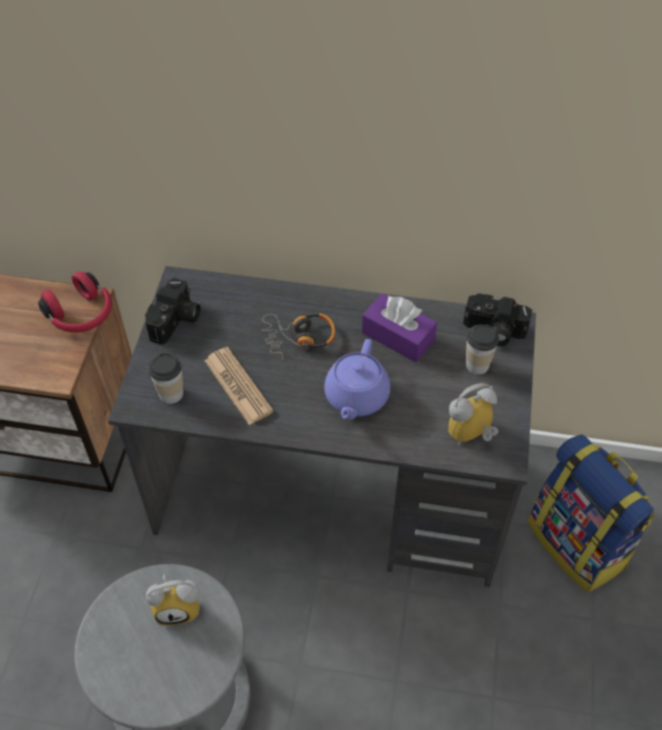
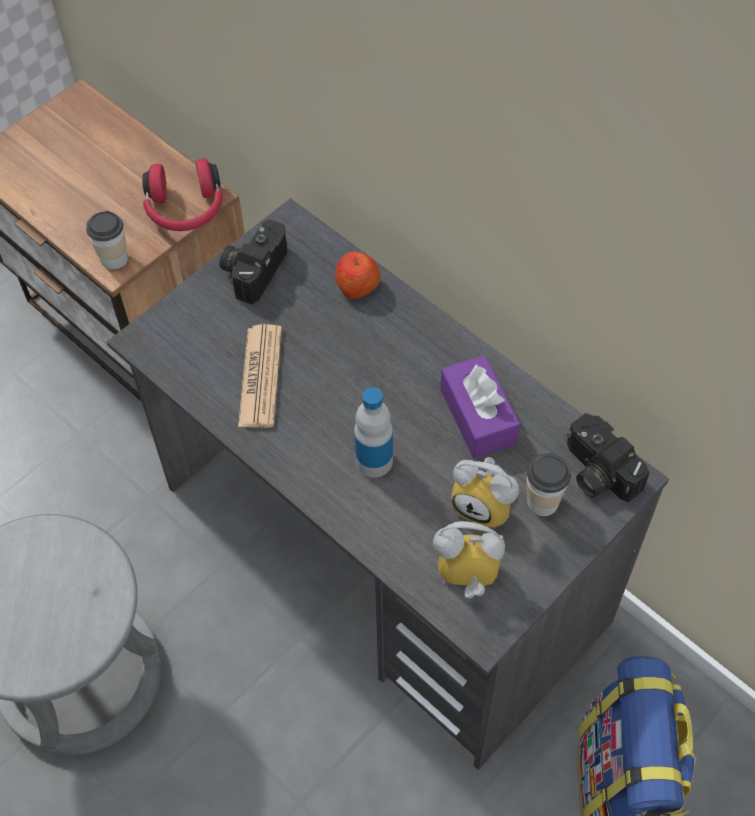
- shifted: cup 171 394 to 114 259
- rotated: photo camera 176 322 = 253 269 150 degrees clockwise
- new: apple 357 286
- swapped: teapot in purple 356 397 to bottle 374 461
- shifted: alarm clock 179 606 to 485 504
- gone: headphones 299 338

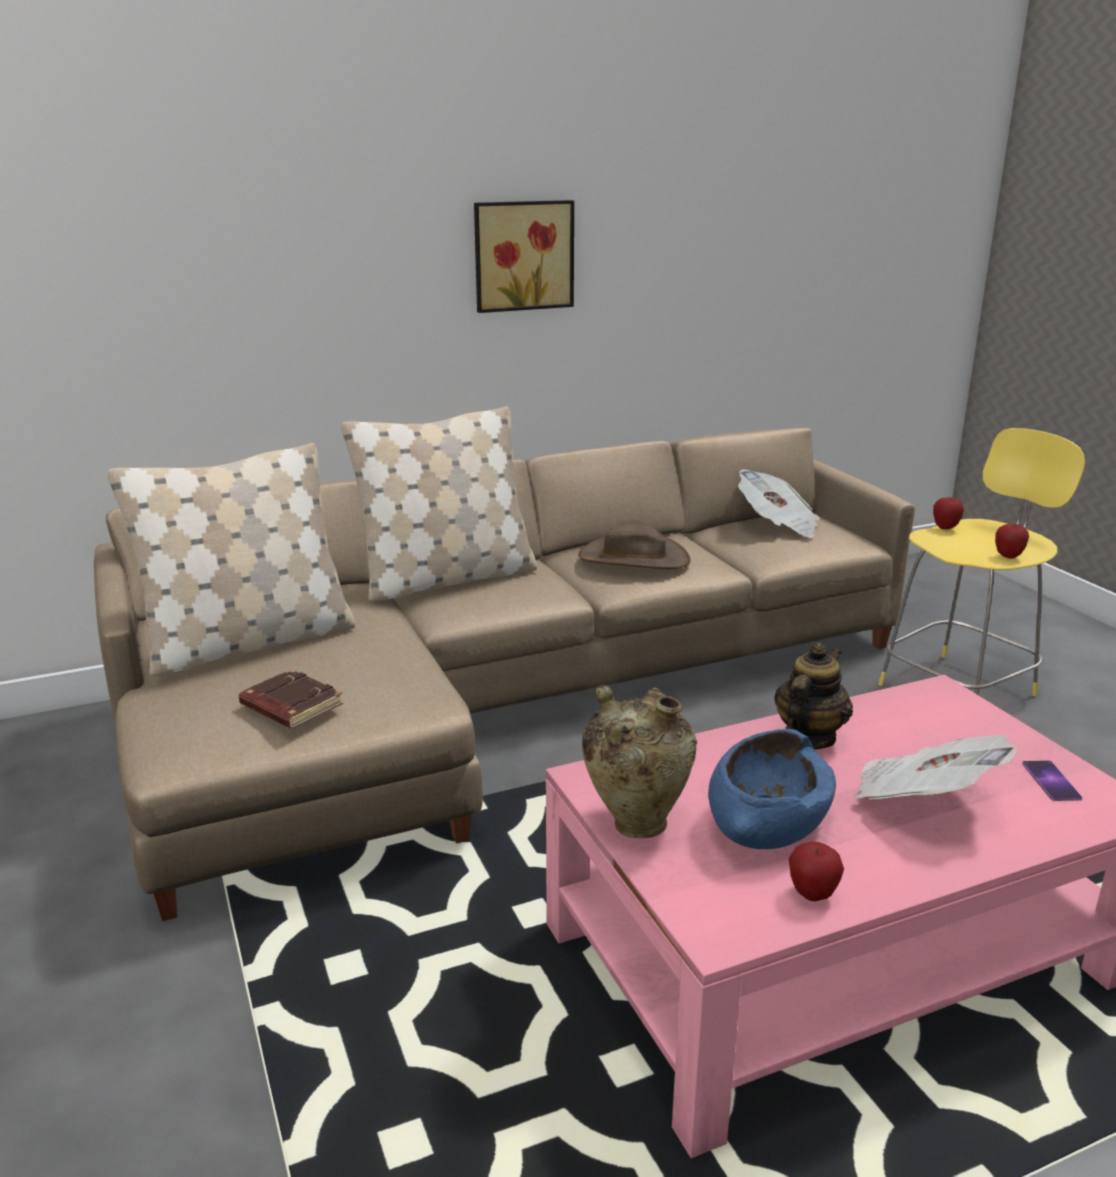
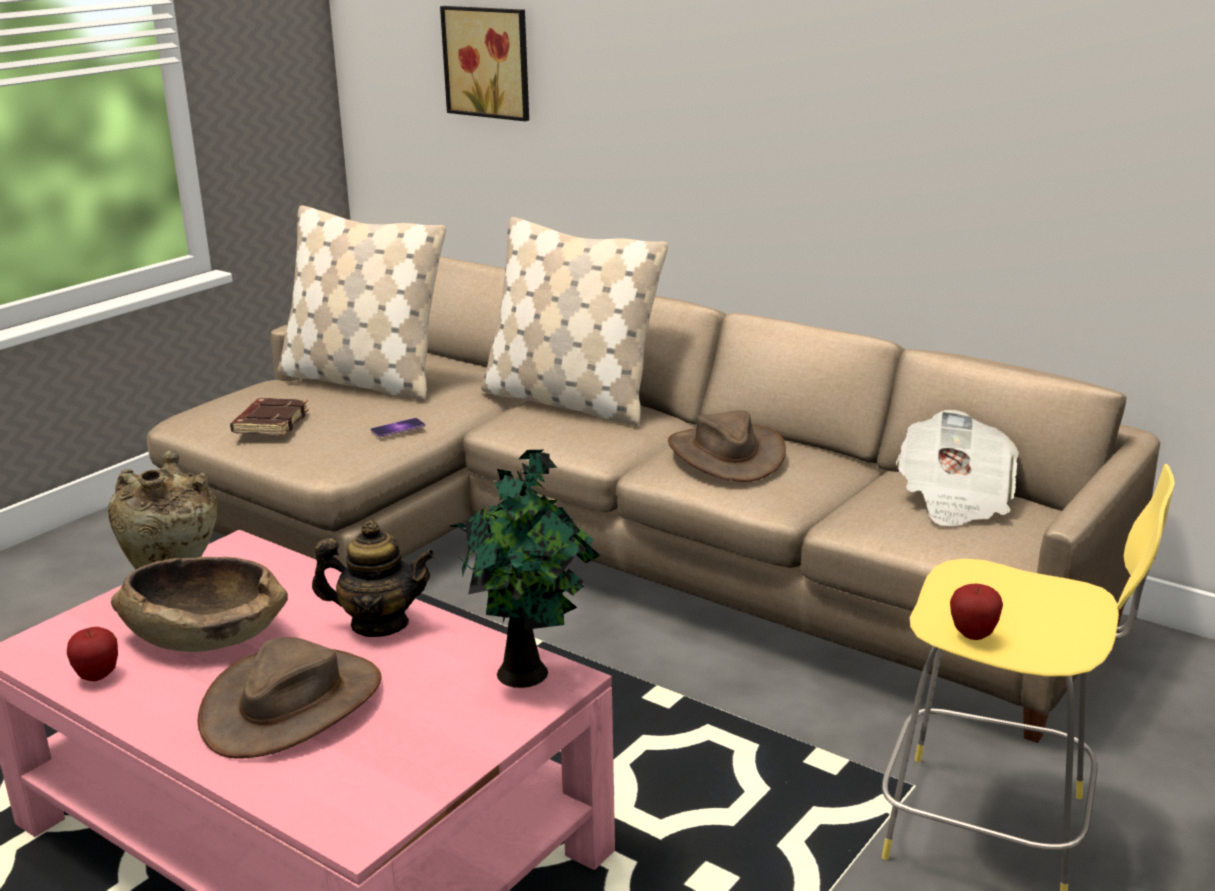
- repainted: bowl in blue 767 821 to bowl in brown 207 635
- swapped: newspaper 922 800 to hat in brown 292 704
- shifted: phone 1051 781 to 398 428
- shifted: picture 522 255 to 489 62
- new: potted plant 527 673
- gone: apple 945 528

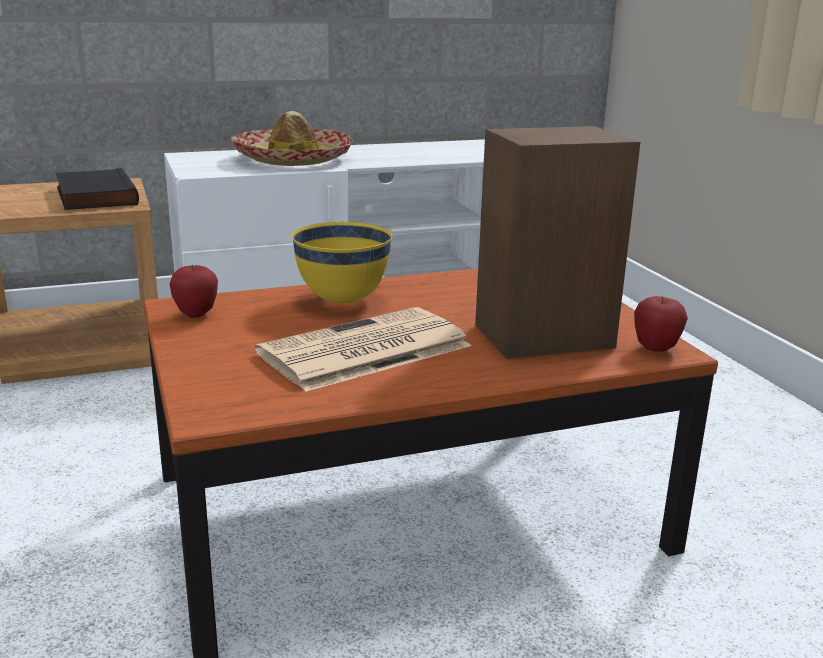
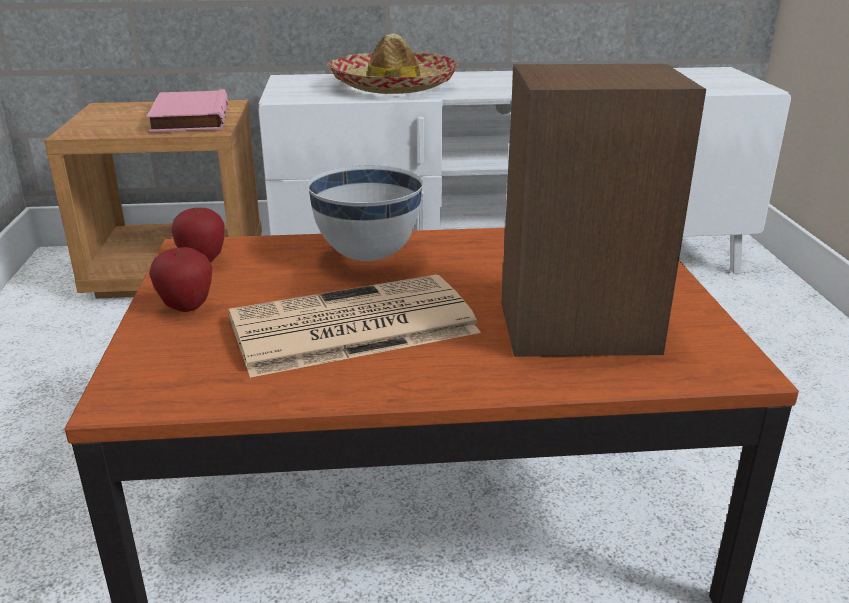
- repainted: book in black 93 196 to book in pink 188 118
- shifted: apple 655 349 to 187 308
- repainted: bowl in yellow 342 300 to bowl in white 367 256

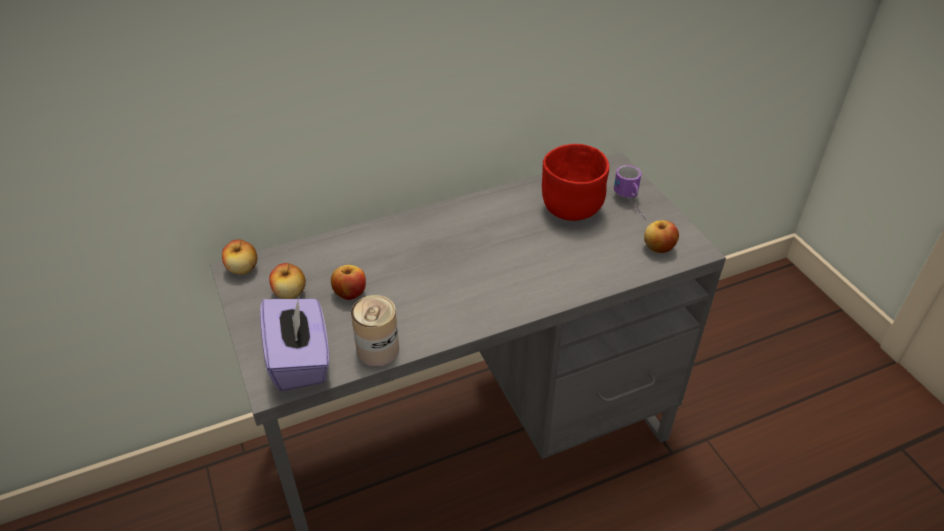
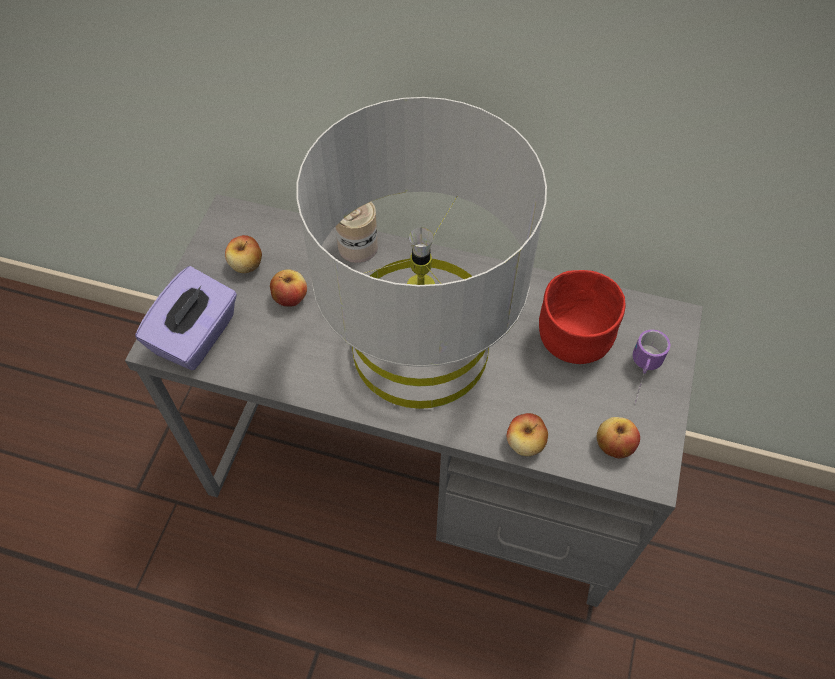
- new: table lamp in grey 420 347
- shifted: can 378 350 to 358 246
- shifted: apple 243 269 to 525 443

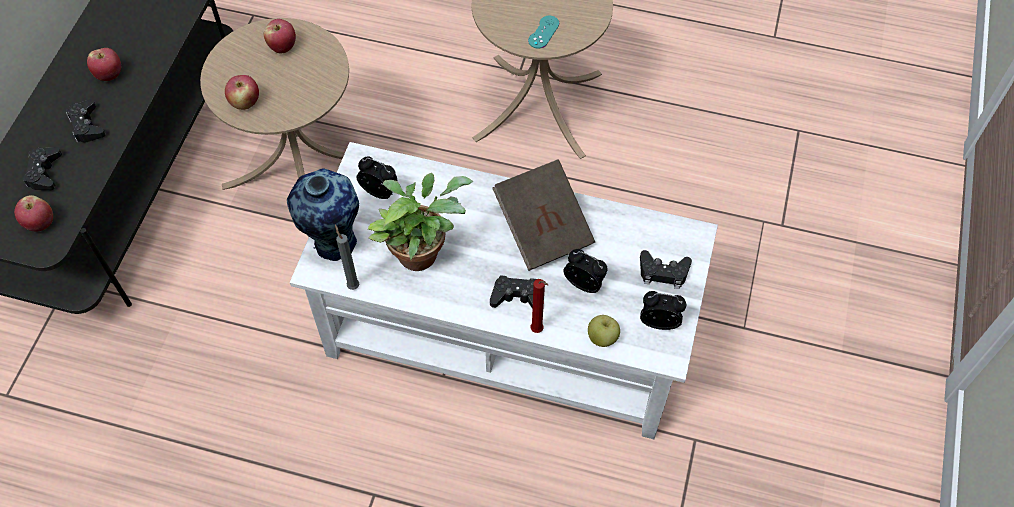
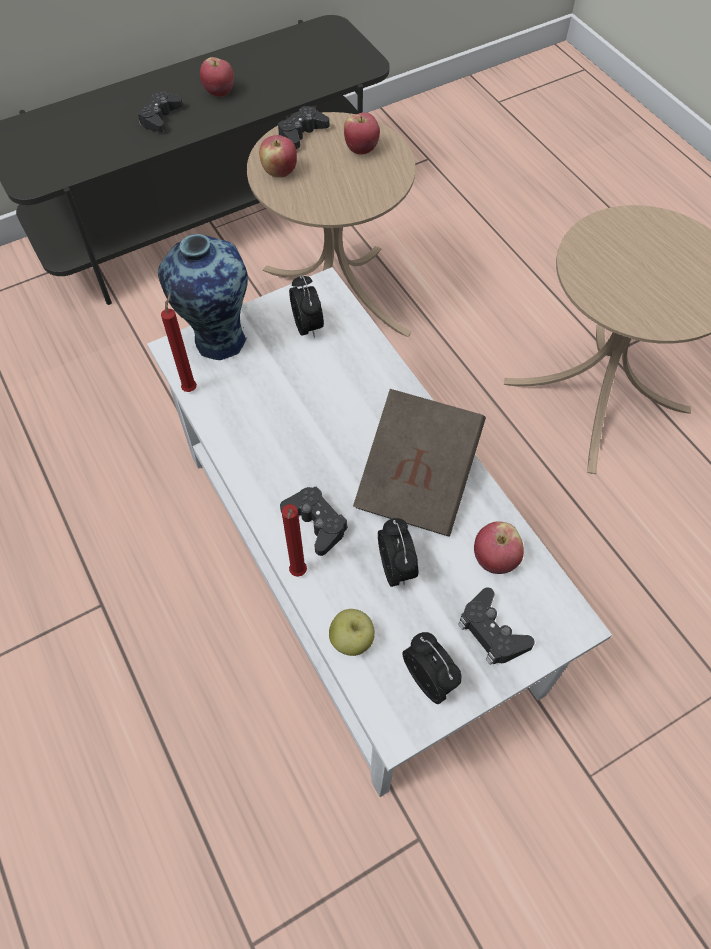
- repainted: candle in grey 352 285 to candle in red 191 387
- shifted: game controller in black 44 172 to 302 133
- shifted: apple 40 223 to 494 560
- gone: potted plant 421 251
- gone: game controller in turquoise 543 32

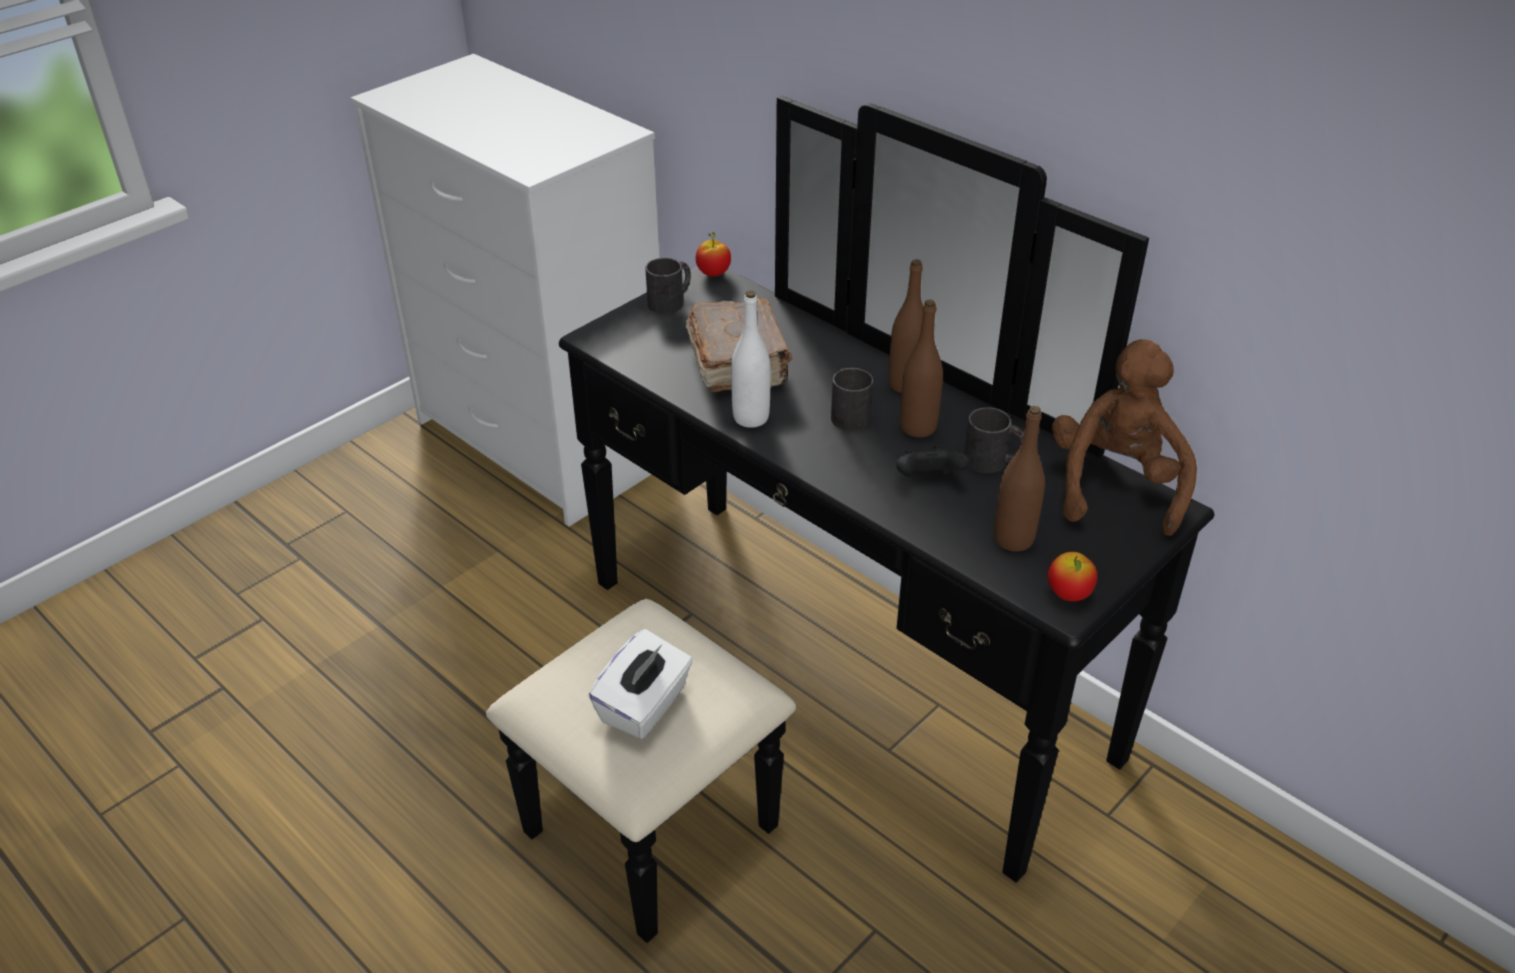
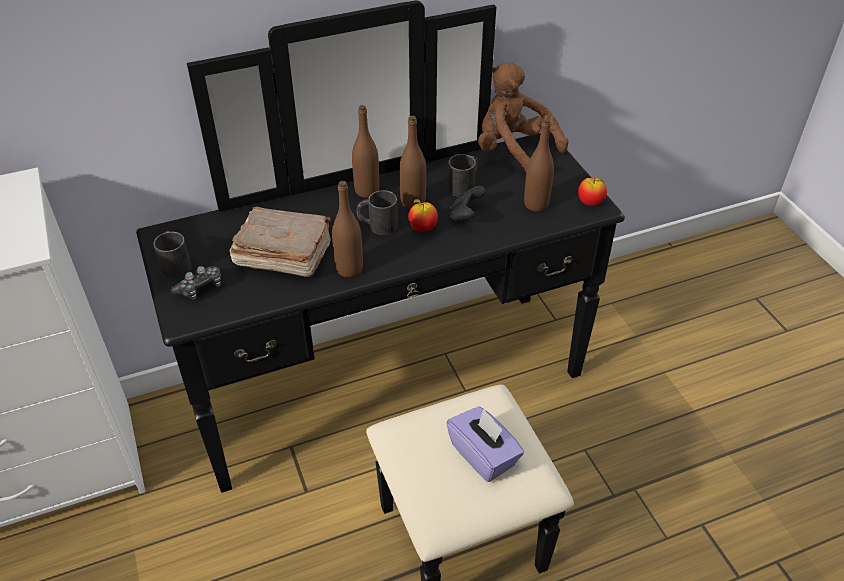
- new: game controller 200 288
- repainted: bottle in white 751 418 to bottle in brown 349 269
- shifted: apple 713 274 to 423 228
- repainted: tissue box in white 644 706 to tissue box in purple 483 455

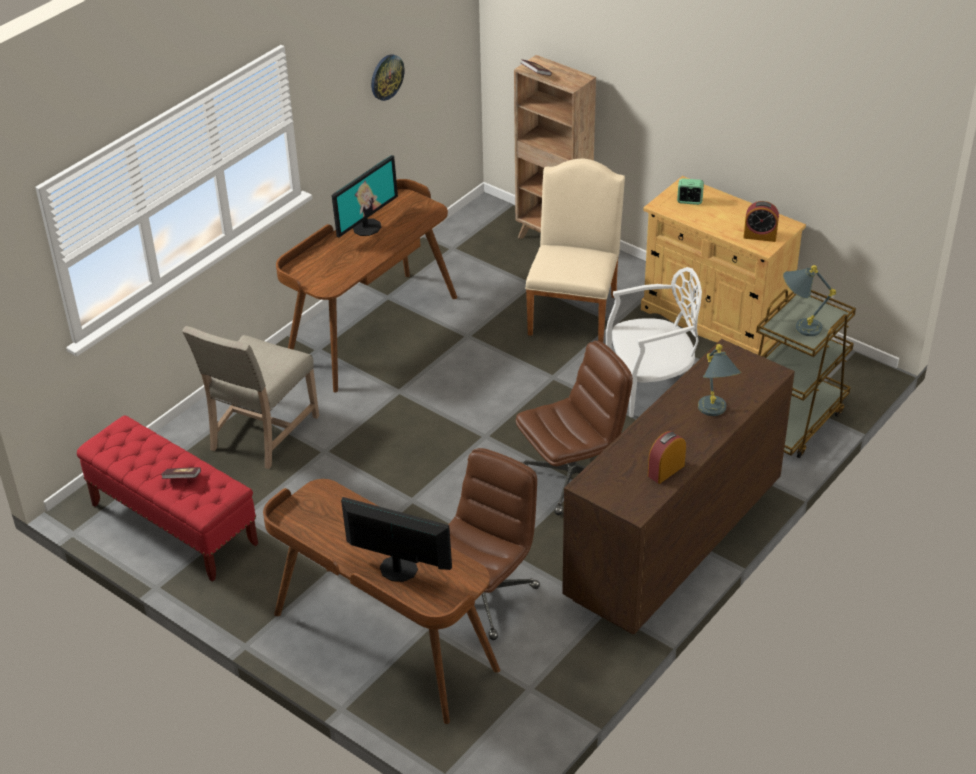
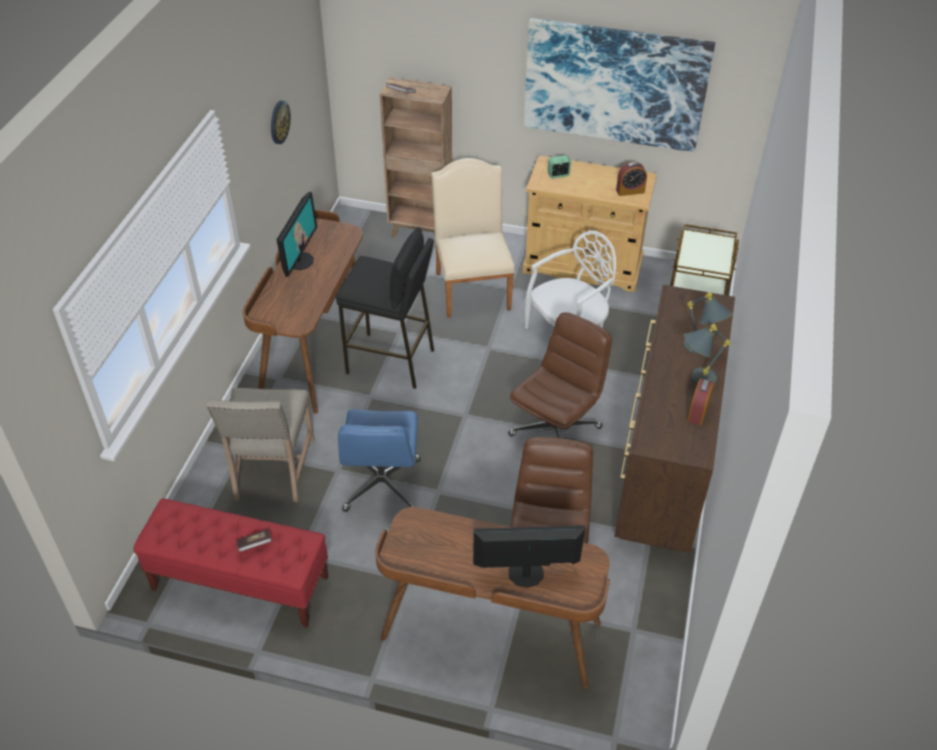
- new: stool in black 391 361
- new: office chair in blue 382 486
- new: picture 615 84
- shifted: table lamp in grey 798 327 to 695 380

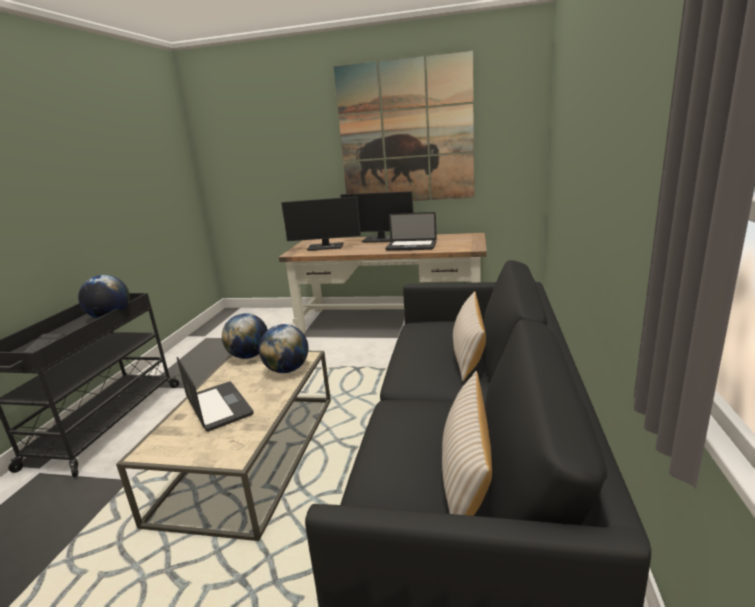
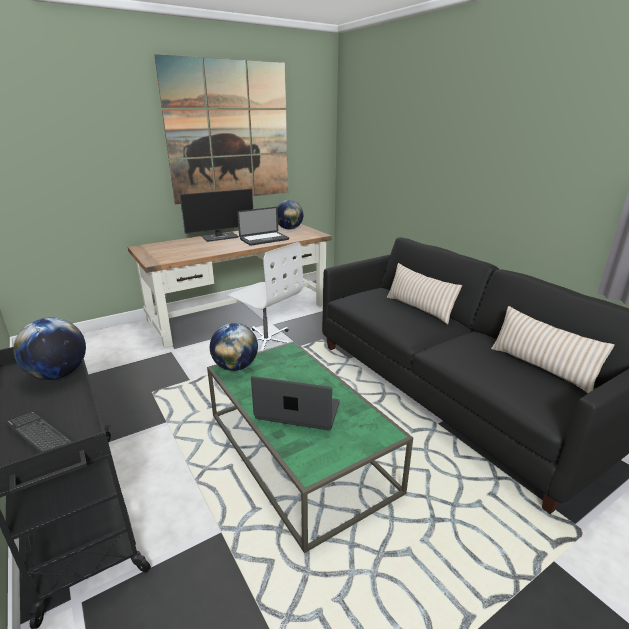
- repainted: coffee table in beige 251 455 to coffee table in green 299 451
- new: office chair in white 266 342
- shifted: globe 287 370 to 289 229
- gone: monitor 326 247

